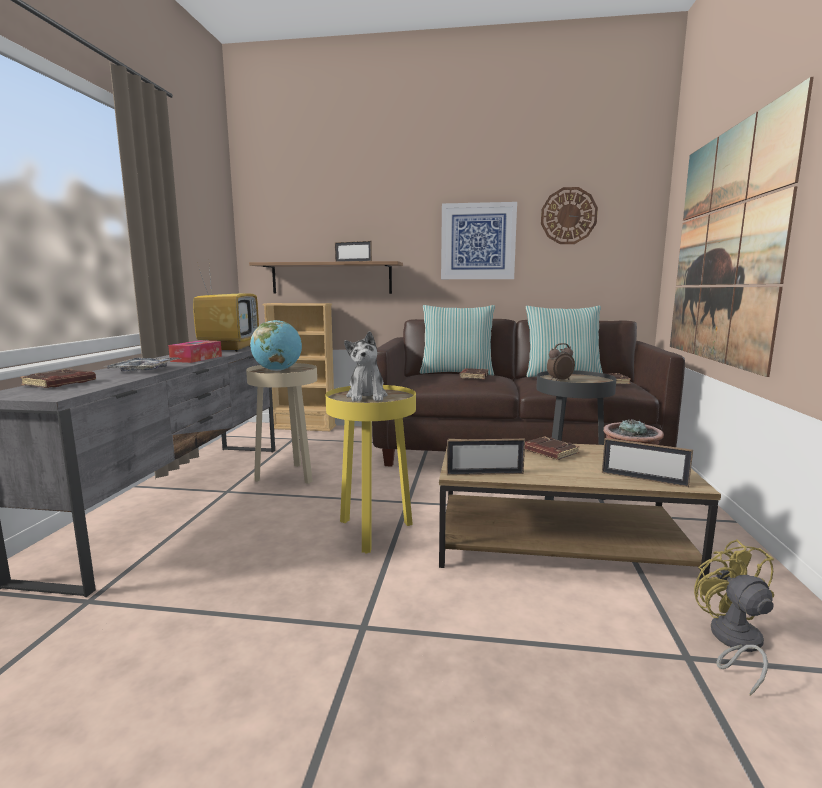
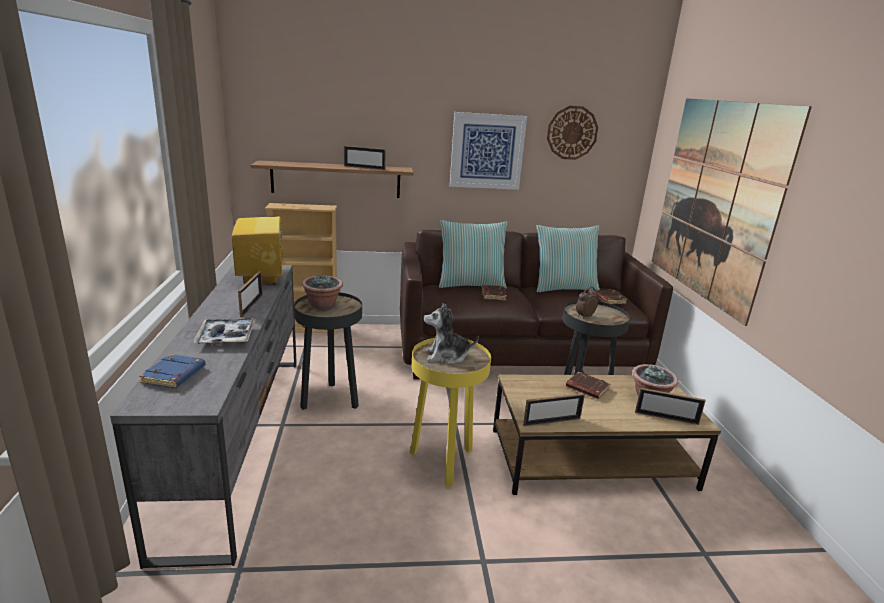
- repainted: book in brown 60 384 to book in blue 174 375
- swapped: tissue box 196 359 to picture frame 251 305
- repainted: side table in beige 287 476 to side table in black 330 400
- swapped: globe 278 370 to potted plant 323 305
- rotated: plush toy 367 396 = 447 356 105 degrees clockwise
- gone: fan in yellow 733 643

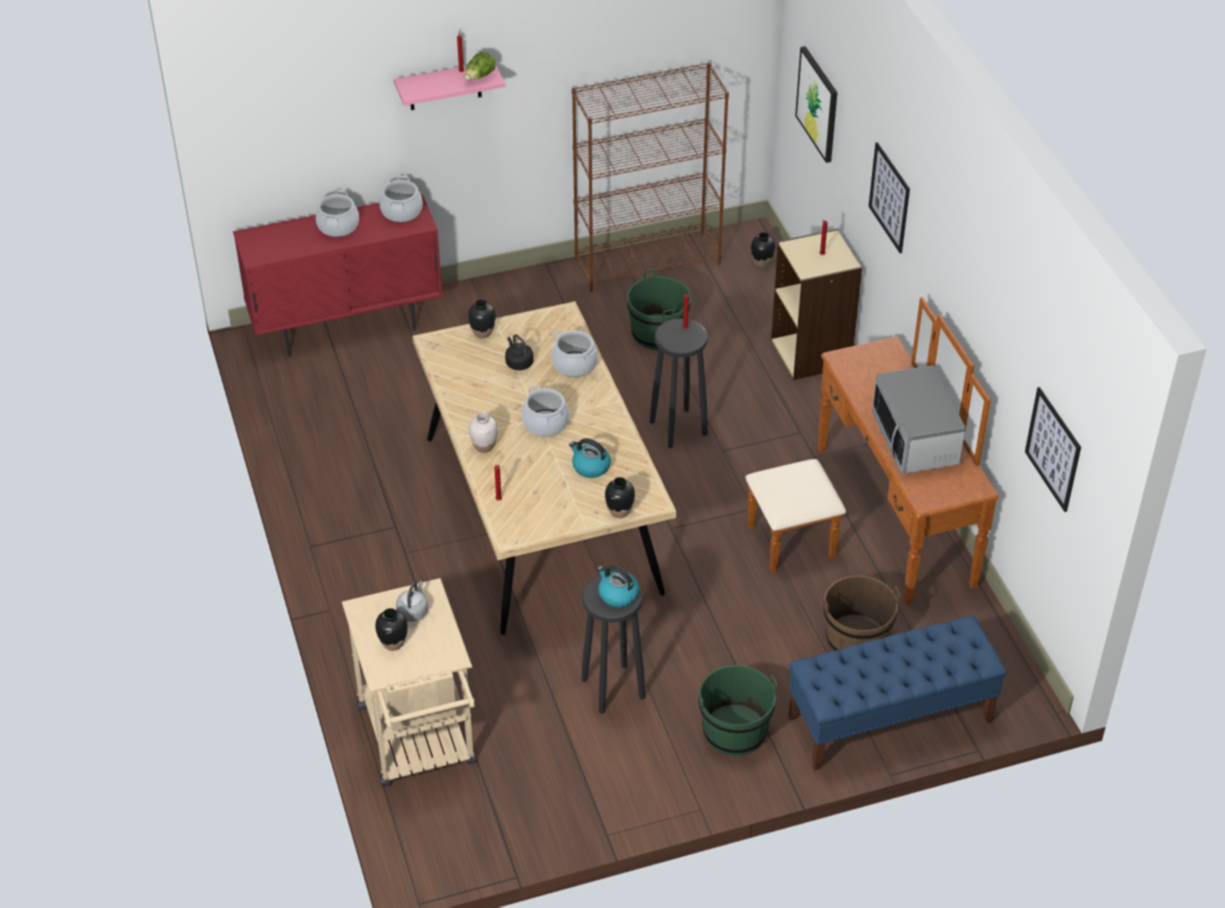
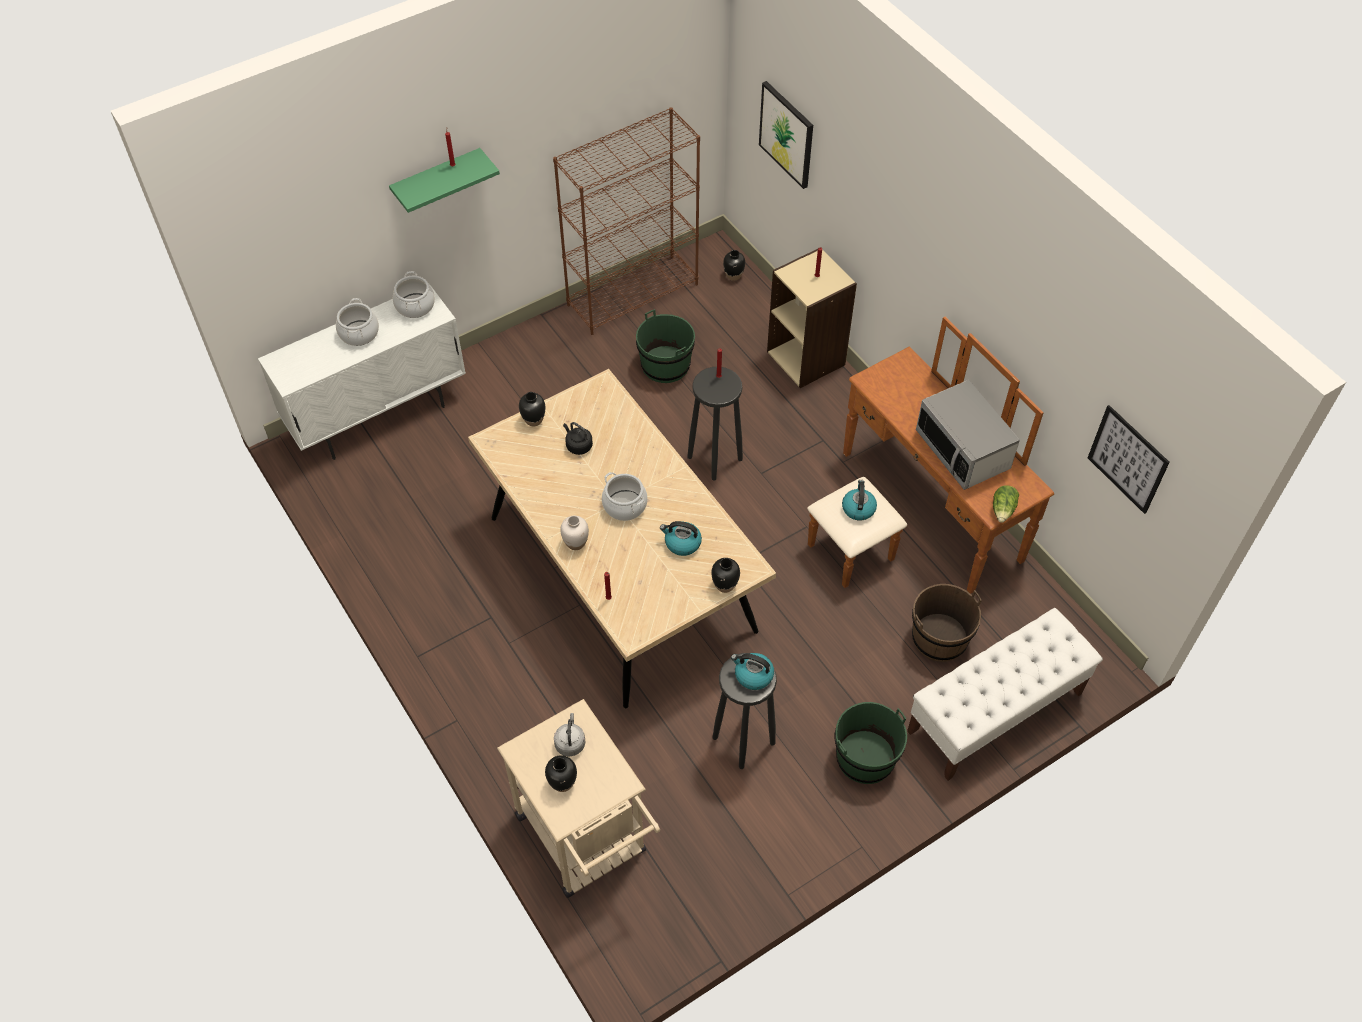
- repainted: cabinet in red 347 327 to cabinet in white 379 416
- repainted: shelf in pink 445 86 to shelf in green 437 181
- new: kettle 858 508
- repainted: bench in blue 889 719 to bench in white 994 713
- shifted: lettuce 480 76 to 1003 510
- gone: cooking pot 574 365
- gone: picture 889 197

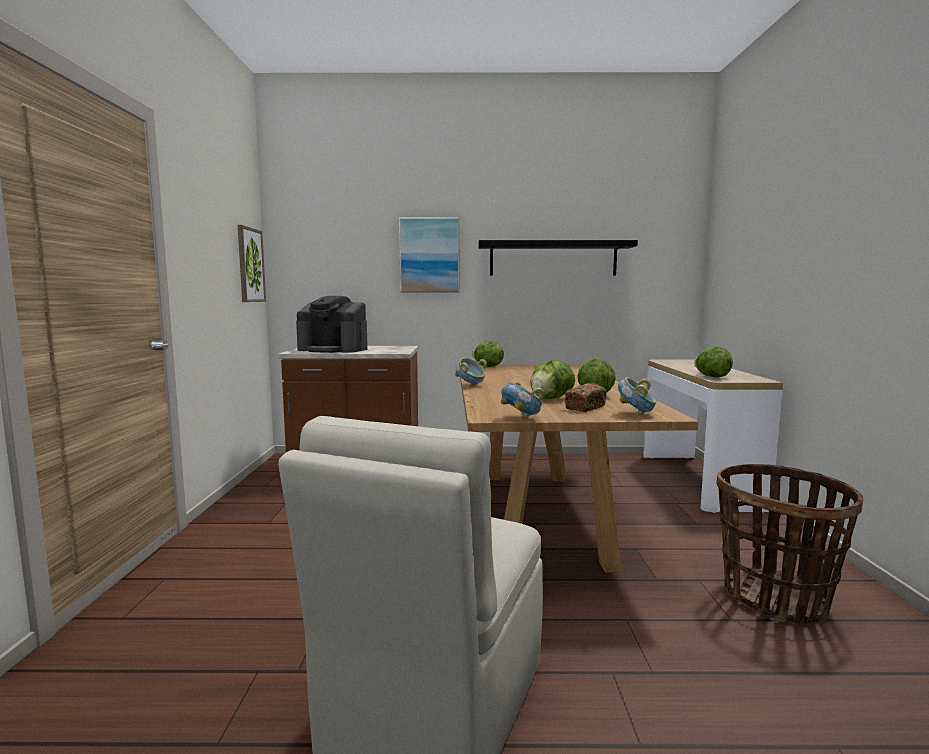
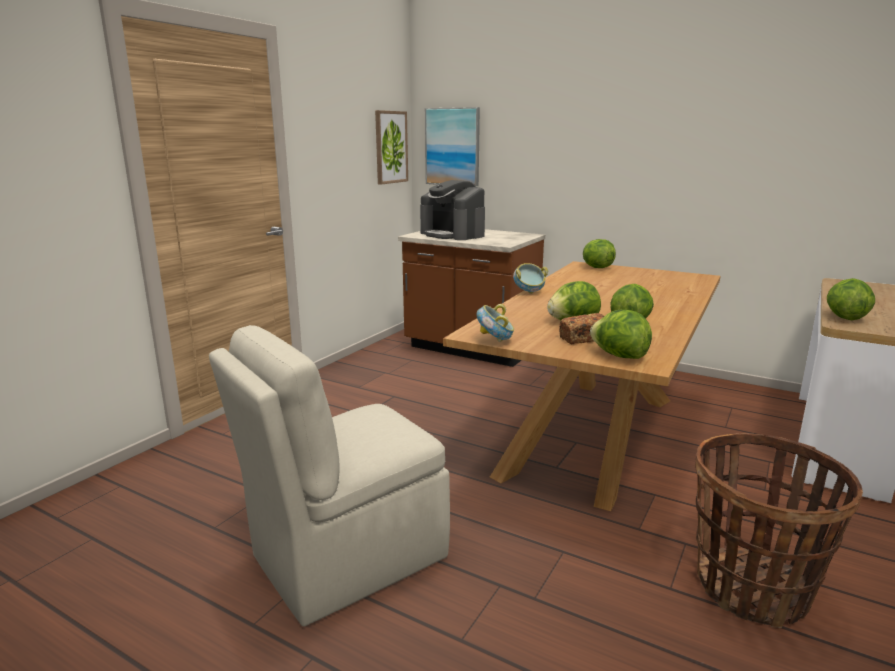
- shifted: picture 429 255 to 452 147
- swapped: bowl 636 414 to lettuce 619 356
- gone: shelf in black 553 259

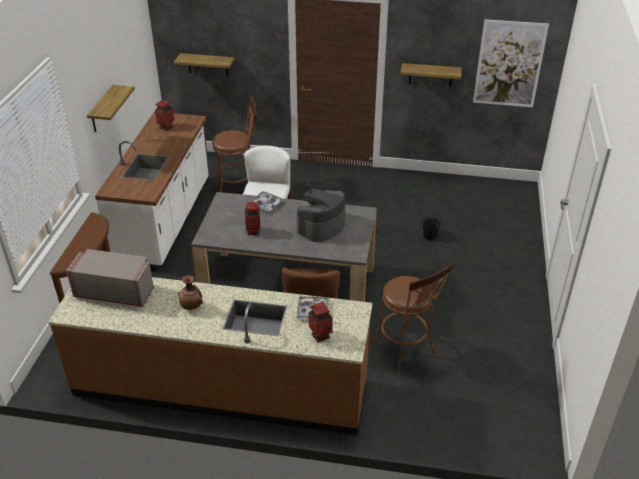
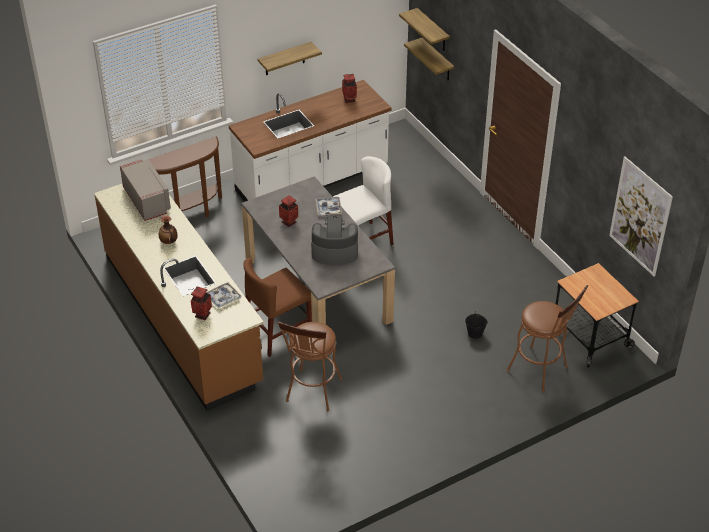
- shifted: shelf 430 75 to 433 31
- shifted: stool in brown 240 192 to 541 371
- new: cart 589 336

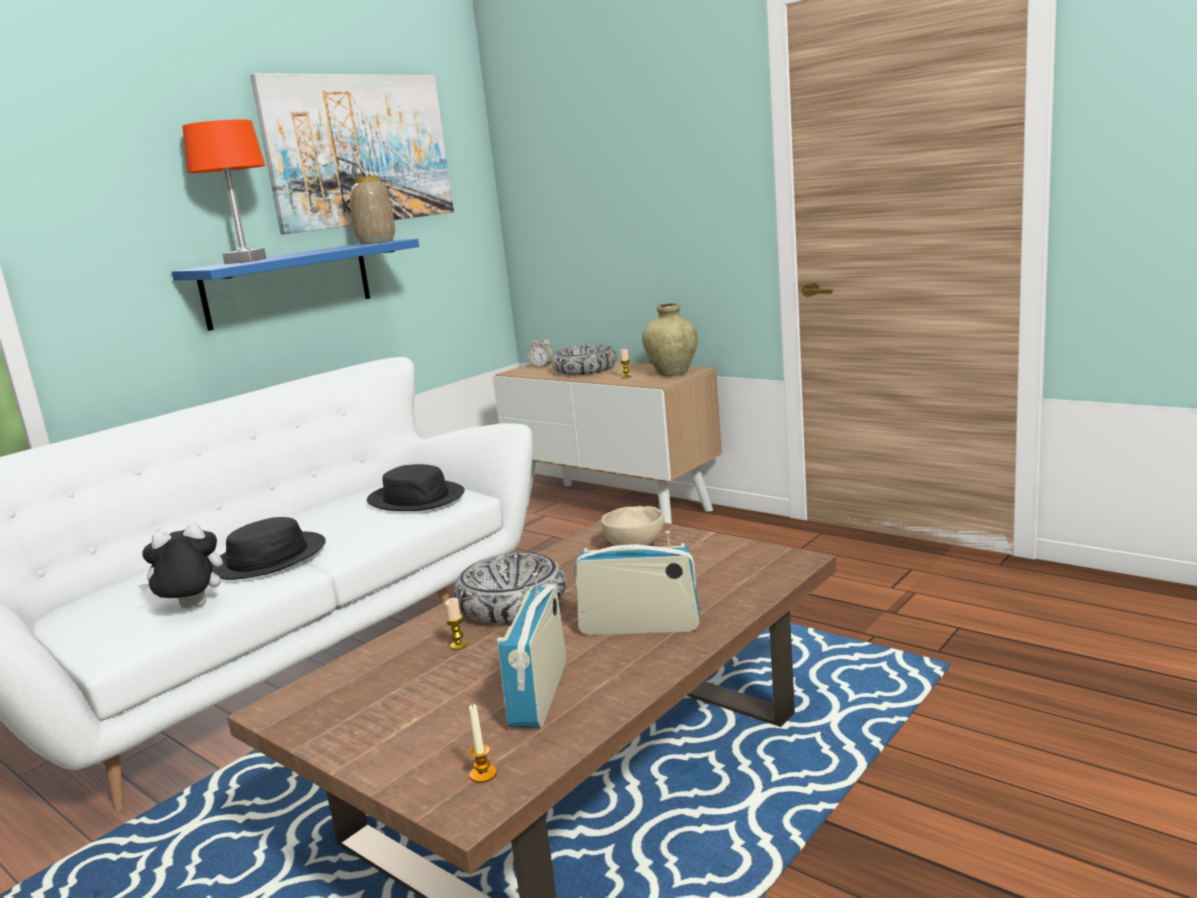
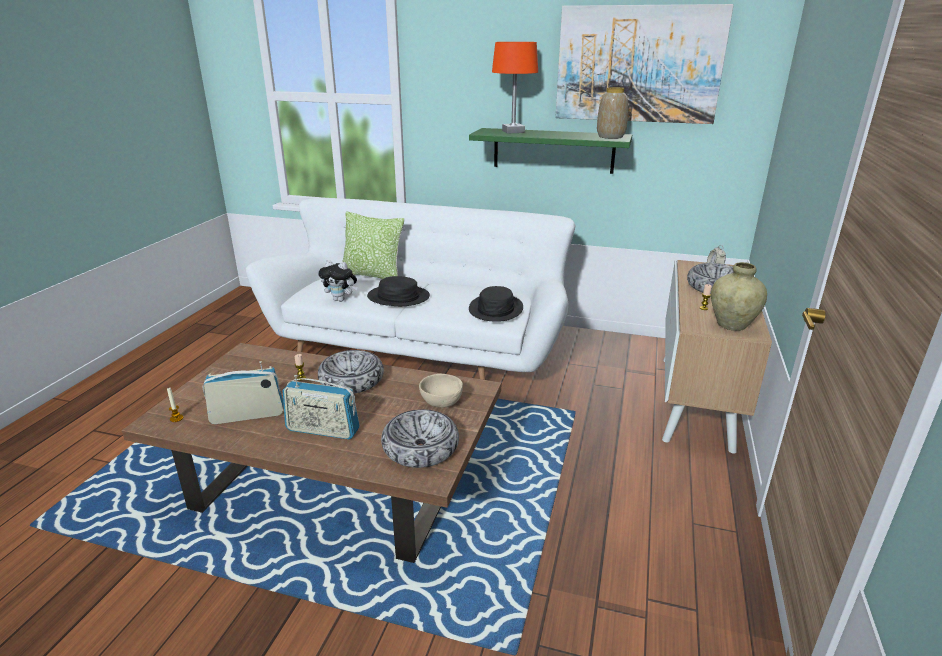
- rotated: radio 640 626 = 322 430 120 degrees clockwise
- rotated: plush toy 191 609 = 341 300 150 degrees clockwise
- new: pillow 373 276
- new: bowl 421 447
- repainted: shelf in blue 288 284 to shelf in green 553 150

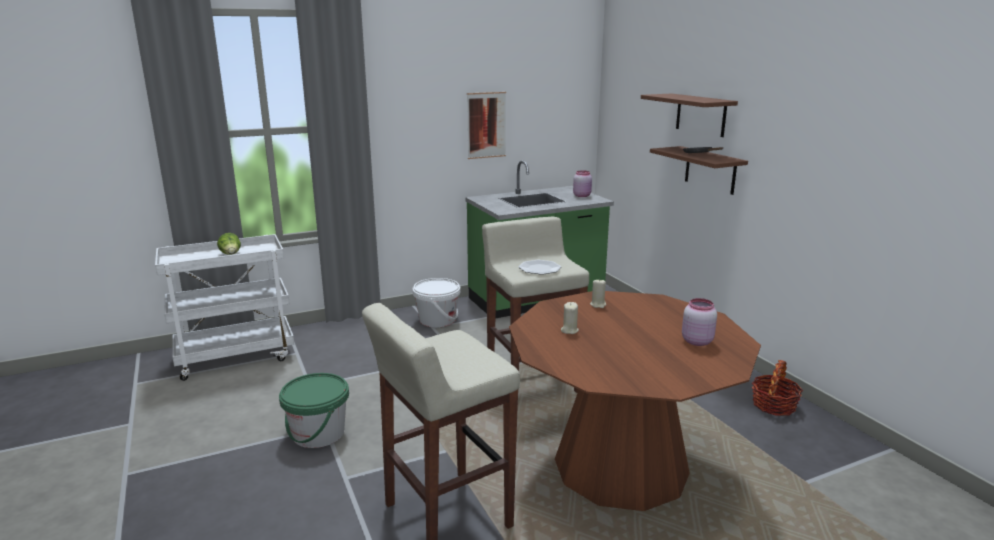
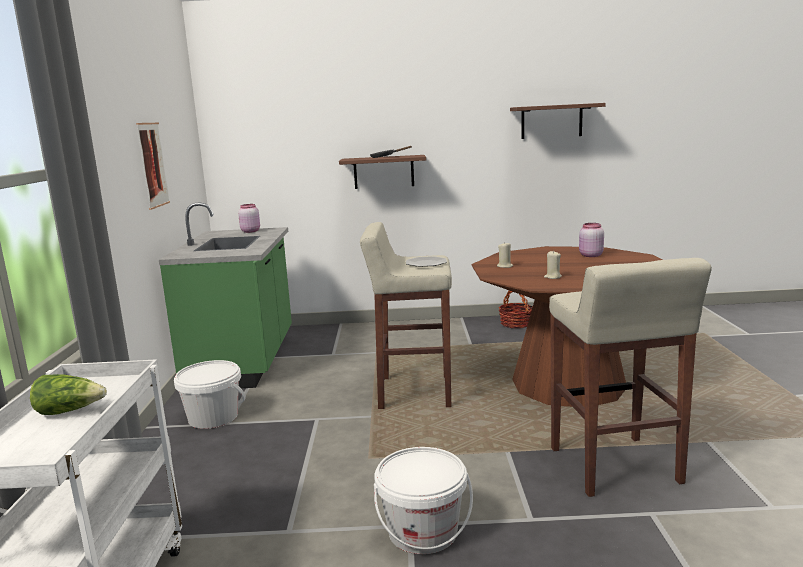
- repainted: bucket in green 318 433 to bucket in white 423 532
- shifted: shelf 701 115 to 551 121

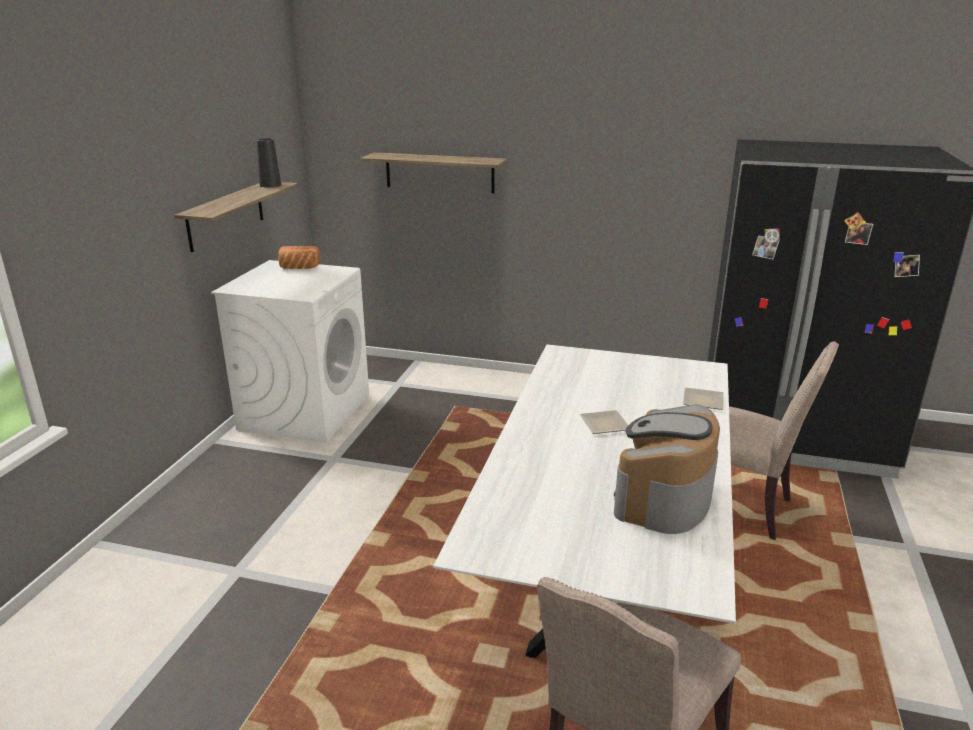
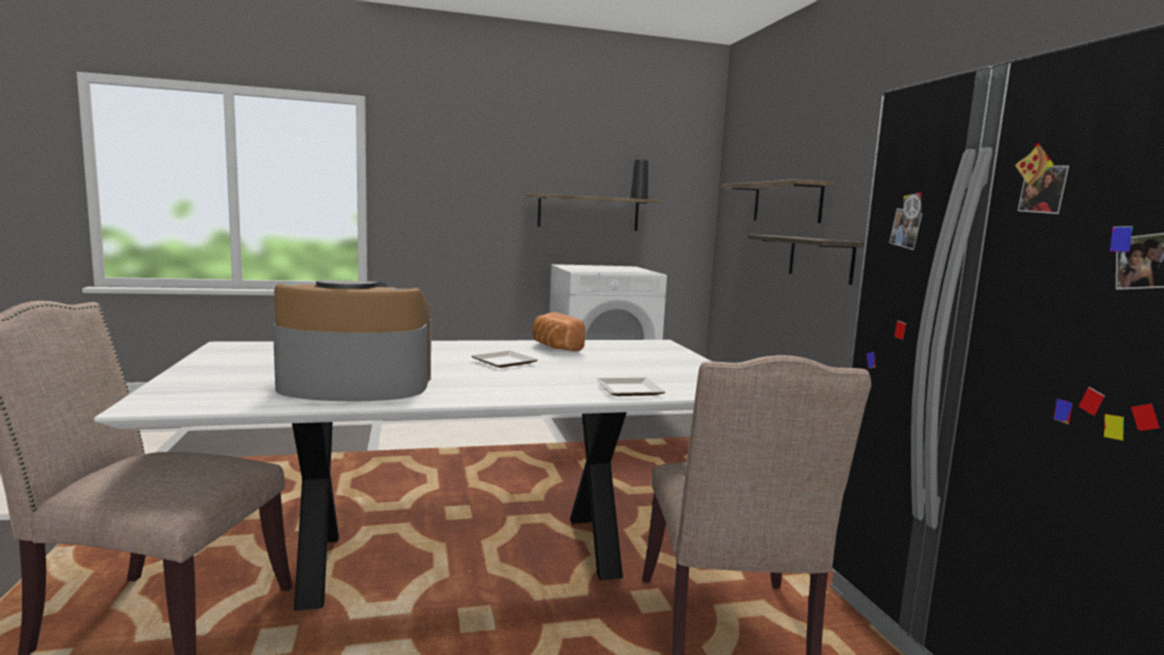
- shifted: bread 298 268 to 554 347
- new: shelf 820 258

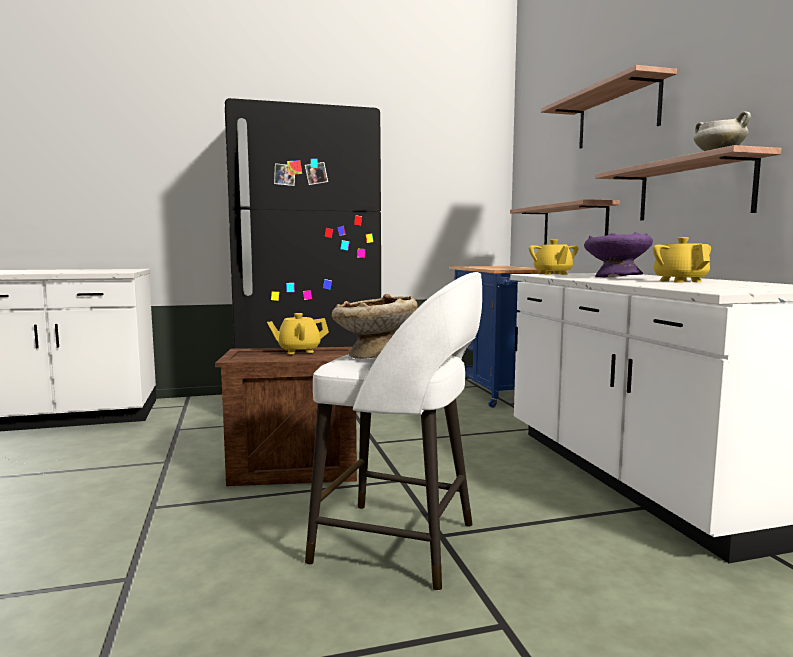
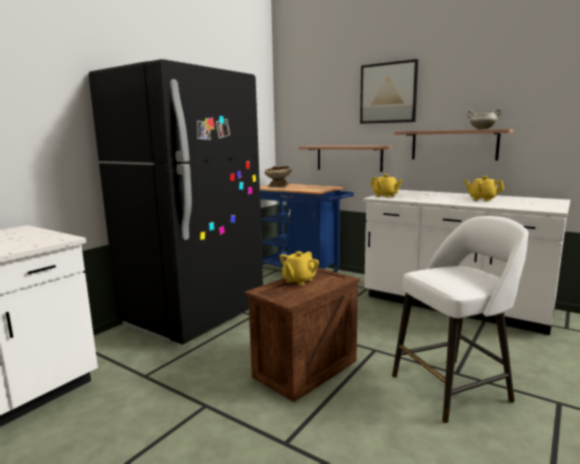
- shifted: bowl in beige 374 355 to 278 186
- swapped: shelf 617 115 to picture 388 93
- gone: bowl in purple 615 278

